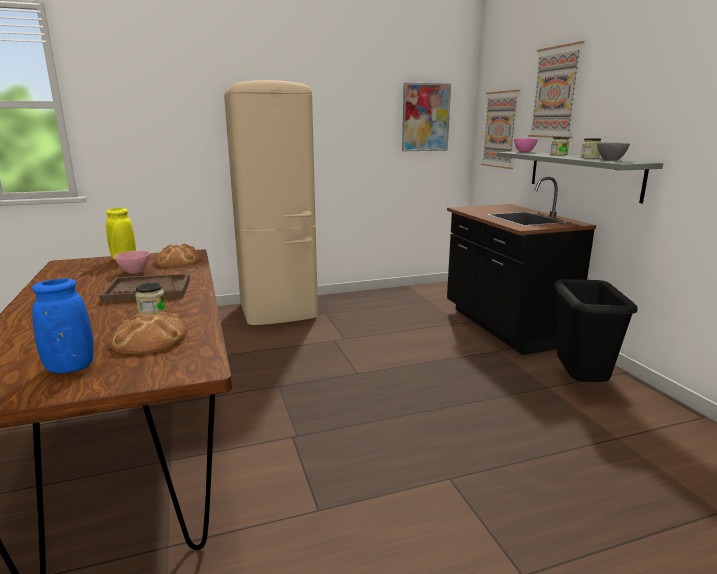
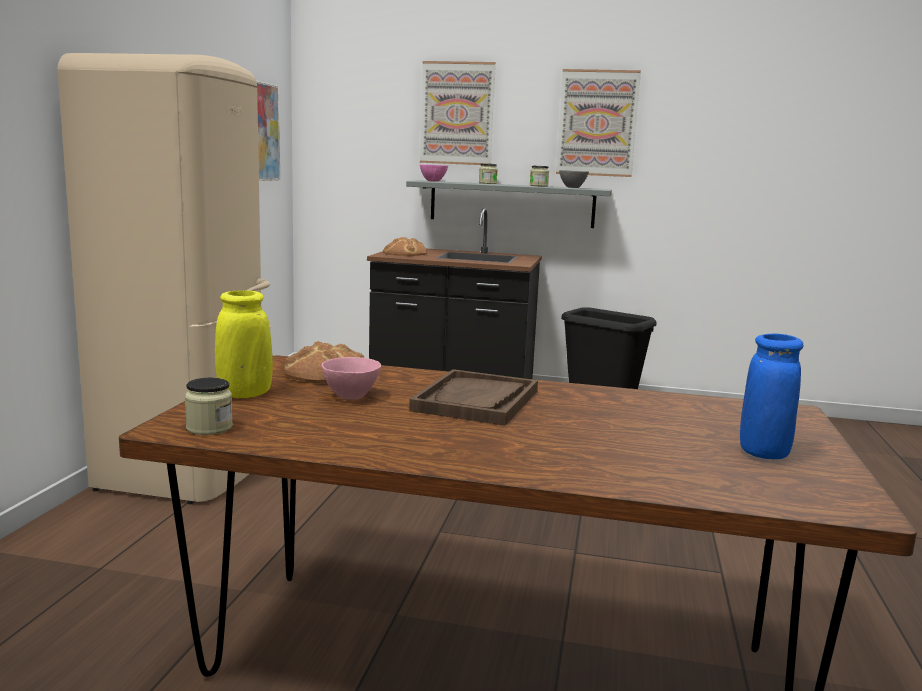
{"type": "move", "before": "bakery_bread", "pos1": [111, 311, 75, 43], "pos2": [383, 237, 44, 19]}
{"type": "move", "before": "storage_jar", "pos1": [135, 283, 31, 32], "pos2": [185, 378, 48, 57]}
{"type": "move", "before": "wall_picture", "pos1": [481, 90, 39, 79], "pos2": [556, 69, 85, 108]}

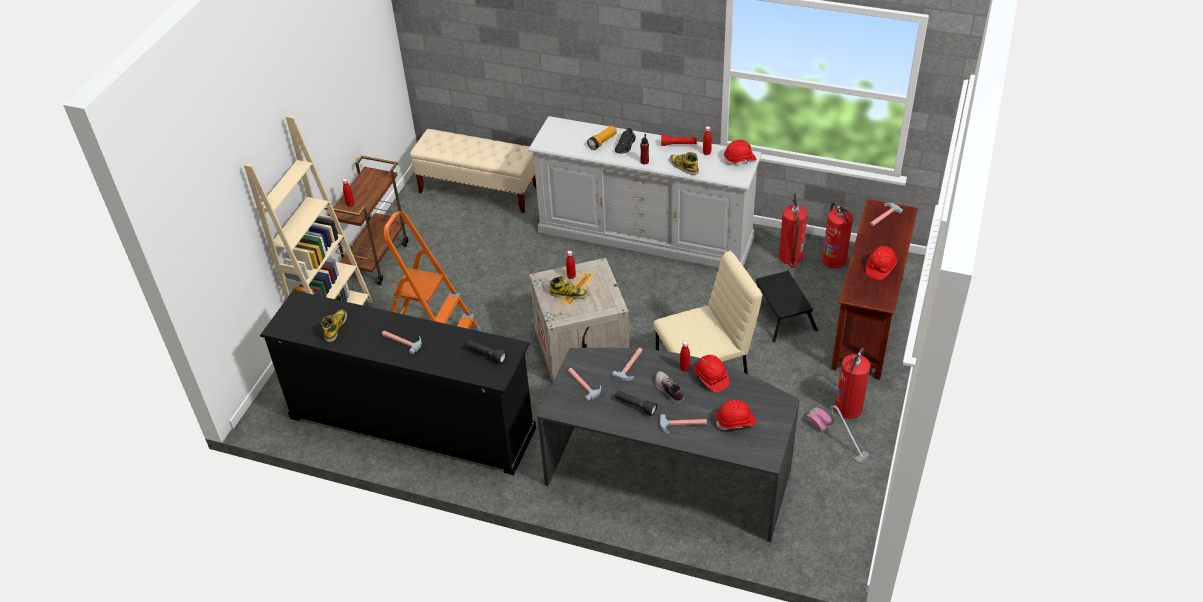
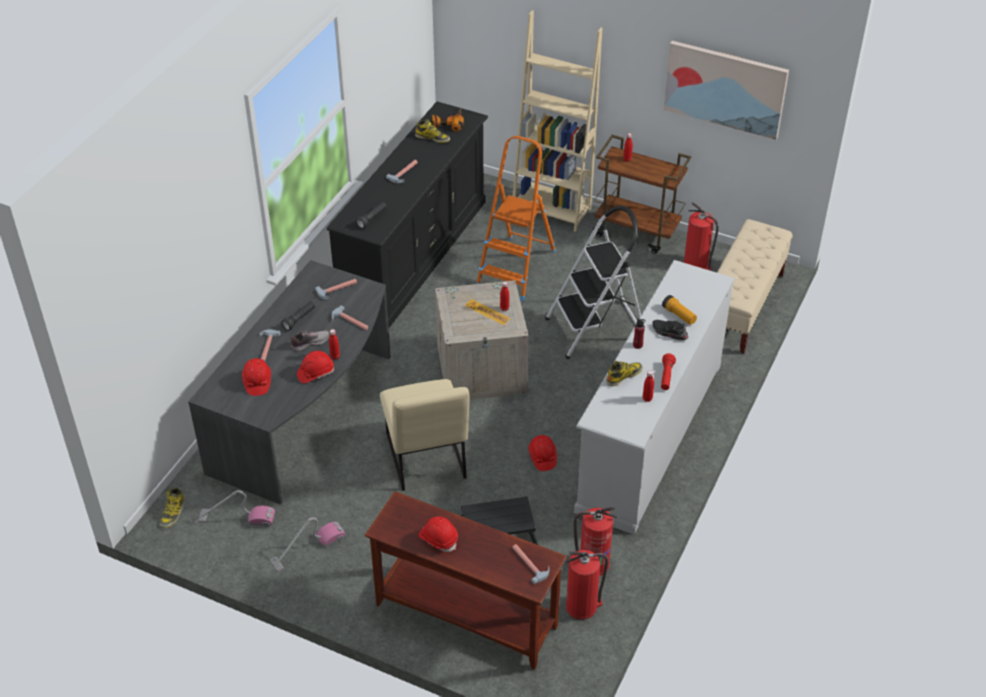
{"type": "insert", "after": "vacuum", "pos2": [198, 490, 77, 37]}
{"type": "insert", "after": "drill", "pos2": [432, 108, 32, 24]}
{"type": "insert", "after": "step_ladder", "pos2": [545, 206, 96, 153]}
{"type": "insert", "after": "wall_picture", "pos2": [663, 41, 126, 99]}
{"type": "move", "before": "tall_boot", "pos1": [549, 276, 40, 23], "pos2": [160, 488, 25, 40]}
{"type": "move", "before": "red_safety_helmet", "pos1": [724, 140, 32, 26], "pos2": [528, 435, 29, 36]}
{"type": "move", "before": "extinguisher", "pos1": [835, 348, 35, 71], "pos2": [683, 202, 36, 69]}

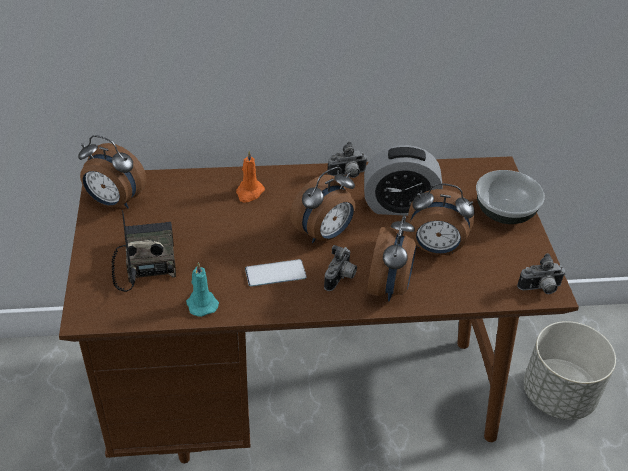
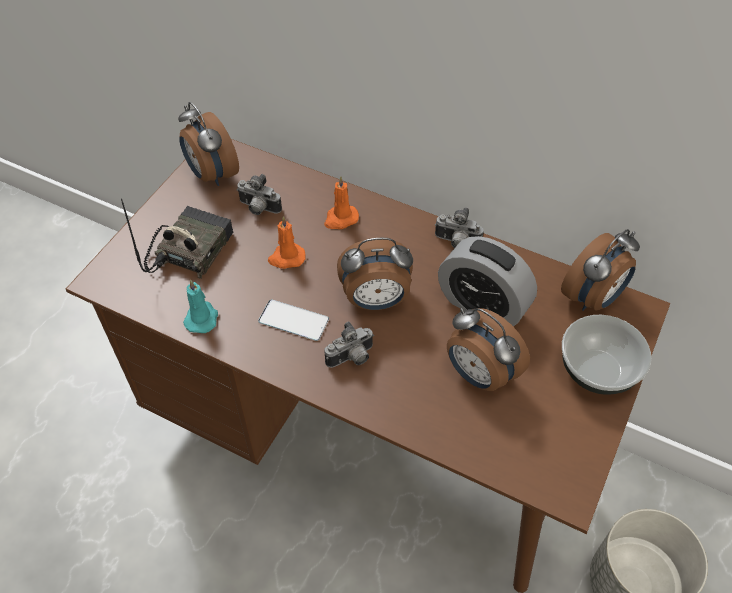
{"type": "insert", "after": "orangey_wax_light", "pos2": [268, 216, 38, 53]}
{"type": "move", "before": "alarm_clock", "pos1": [368, 215, 48, 86], "pos2": [561, 229, 79, 82]}
{"type": "move", "before": "still_camera", "pos1": [517, 253, 49, 41], "pos2": [237, 174, 45, 41]}

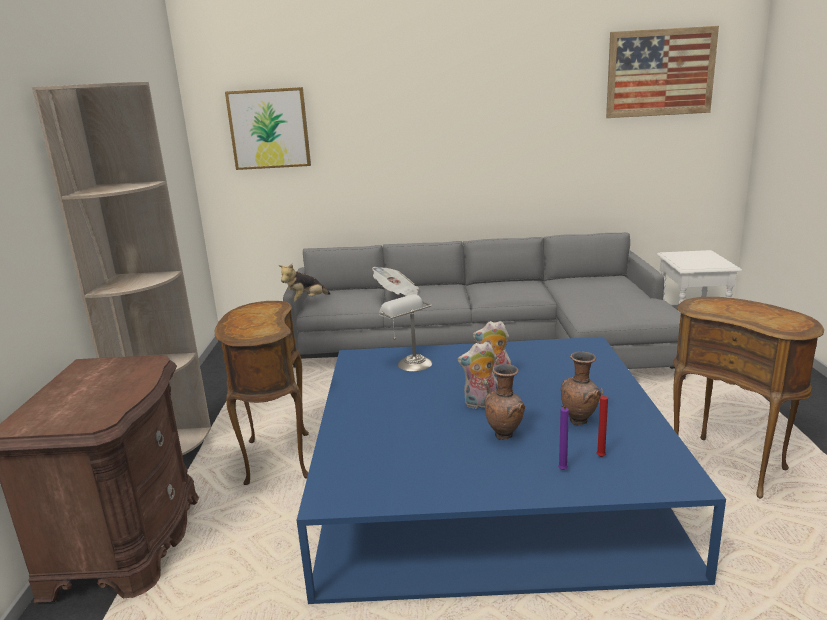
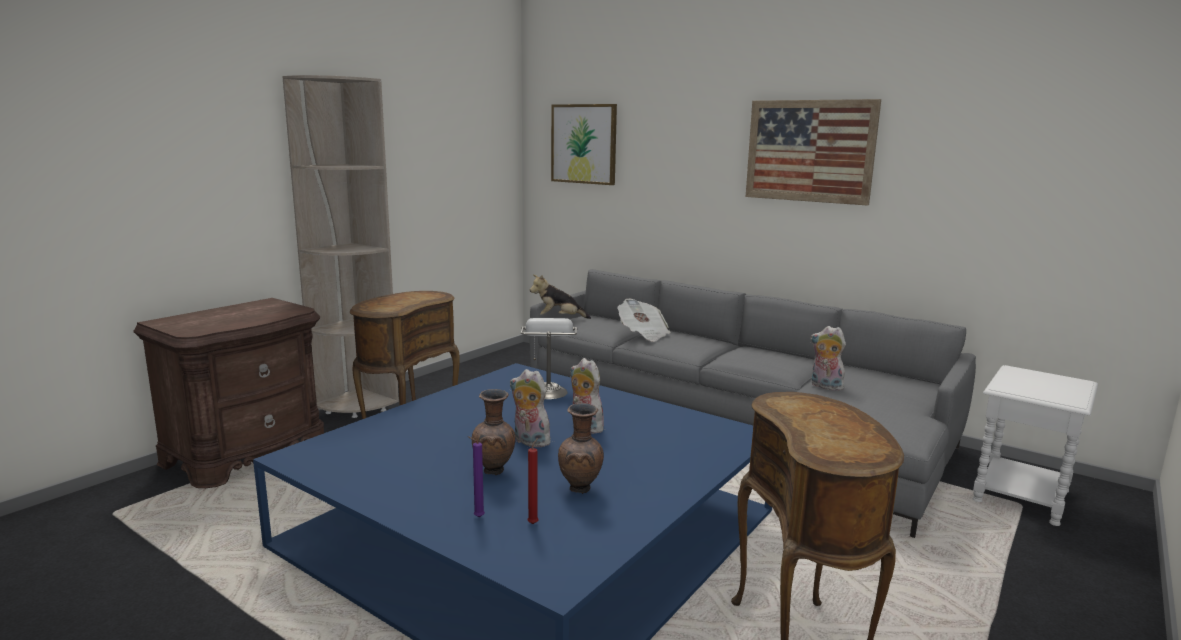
{"type": "insert", "after": "cuddly_toy", "pos2": [810, 326, 36, 65]}
{"type": "move", "before": "wall_picture", "pos1": [606, 26, 113, 92], "pos2": [746, 99, 135, 107]}

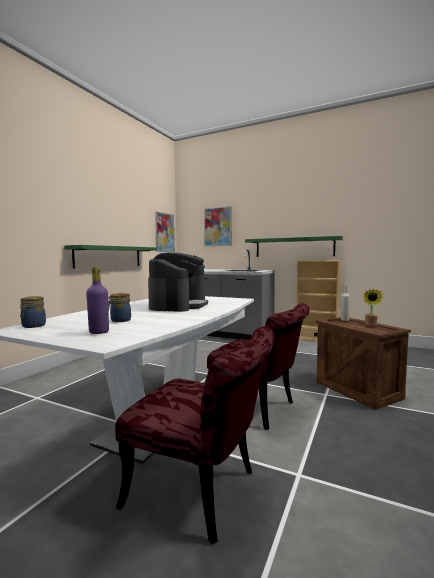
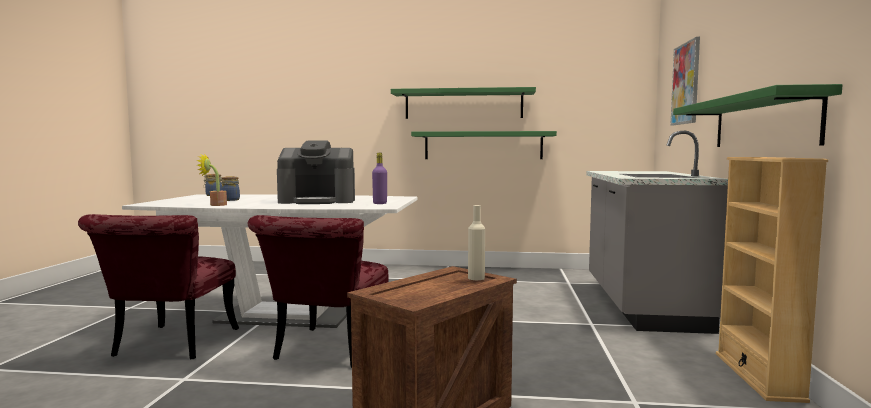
{"type": "delete", "before": "wall_picture", "pos1": [155, 212, 20, 40]}
{"type": "insert", "after": "green-coloured_shelf", "pos2": [391, 87, 145, 32]}
{"type": "move", "before": "purple-coloured_bottle", "pos1": [86, 267, 23, 67], "pos2": [372, 153, 15, 51]}
{"type": "move", "before": "potted_plant", "pos1": [363, 289, 21, 37], "pos2": [197, 153, 30, 53]}

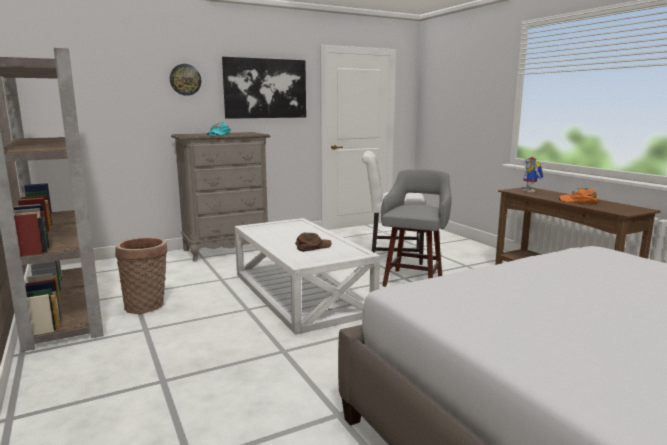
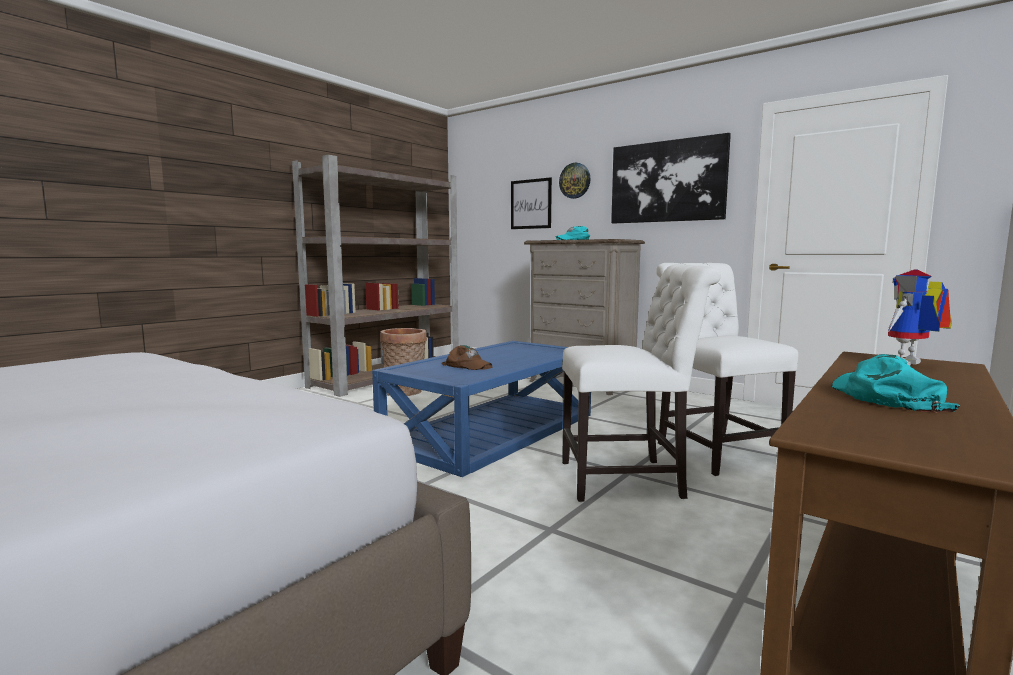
{"type": "insert", "after": "wall_picture", "pos2": [511, 177, 41, 52]}
{"type": "replace", "before": "grey_stool", "after": "white-coloured_chair", "pos1": [381, 169, 71, 118], "pos2": [562, 264, 159, 238]}
{"type": "recolor", "before": "white-coloured_coffee_table", "after": "bluish_coffee_table", "pos1": [235, 218, 145, 117], "pos2": [372, 341, 219, 136]}
{"type": "recolor", "before": "orangey_cap", "after": "blue-green_cap", "pos1": [558, 188, 41, 16], "pos2": [831, 354, 129, 59]}

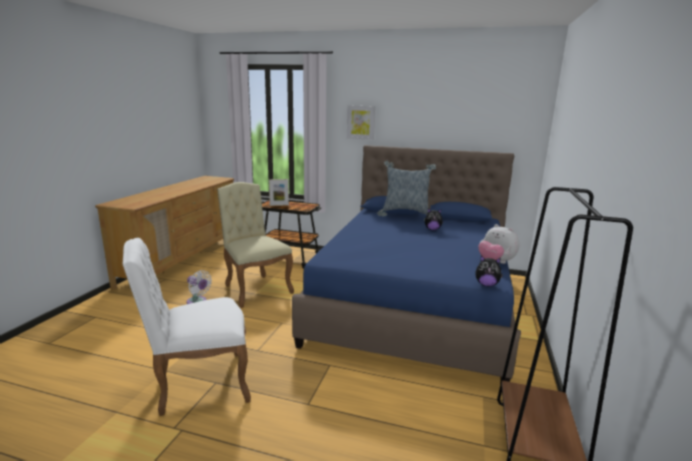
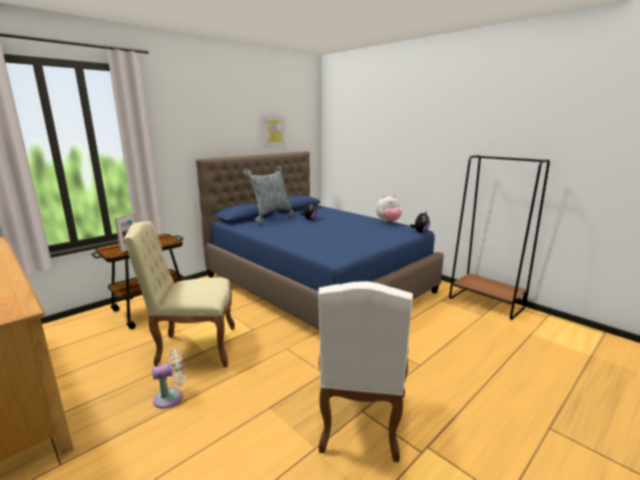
{"type": "move", "before": "wall_picture", "pos1": [347, 105, 28, 35], "pos2": [263, 116, 22, 31]}

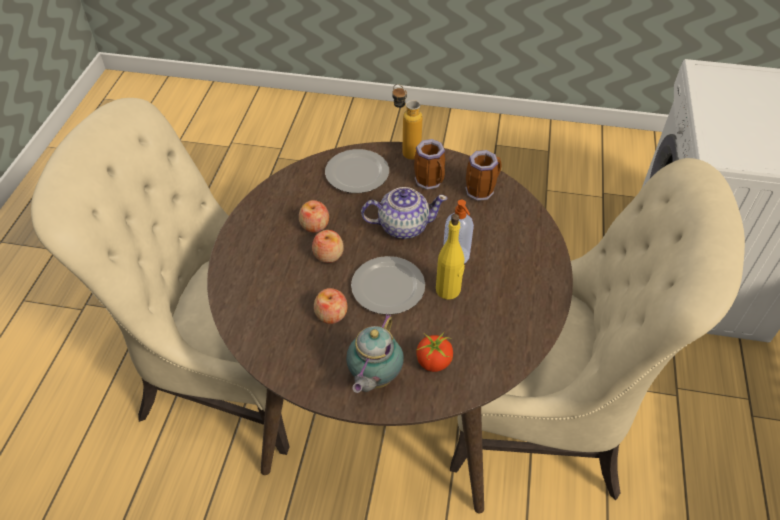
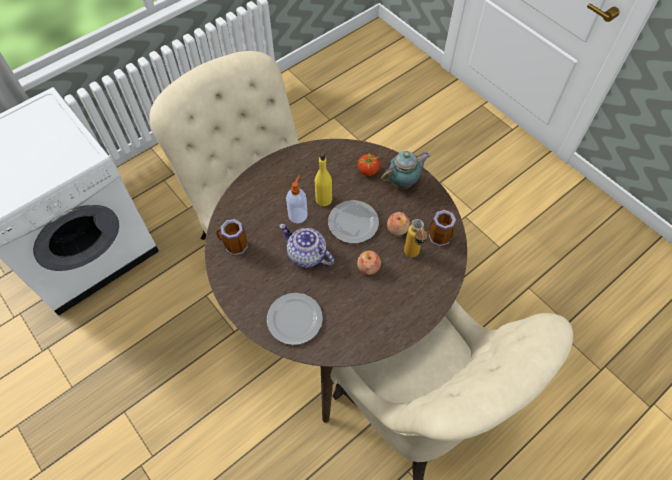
{"type": "delete", "before": "apple", "pos1": [299, 200, 30, 33]}
{"type": "move", "before": "bottle", "pos1": [392, 84, 31, 76], "pos2": [404, 219, 24, 38]}
{"type": "move", "before": "mug", "pos1": [414, 139, 31, 51], "pos2": [429, 209, 28, 37]}

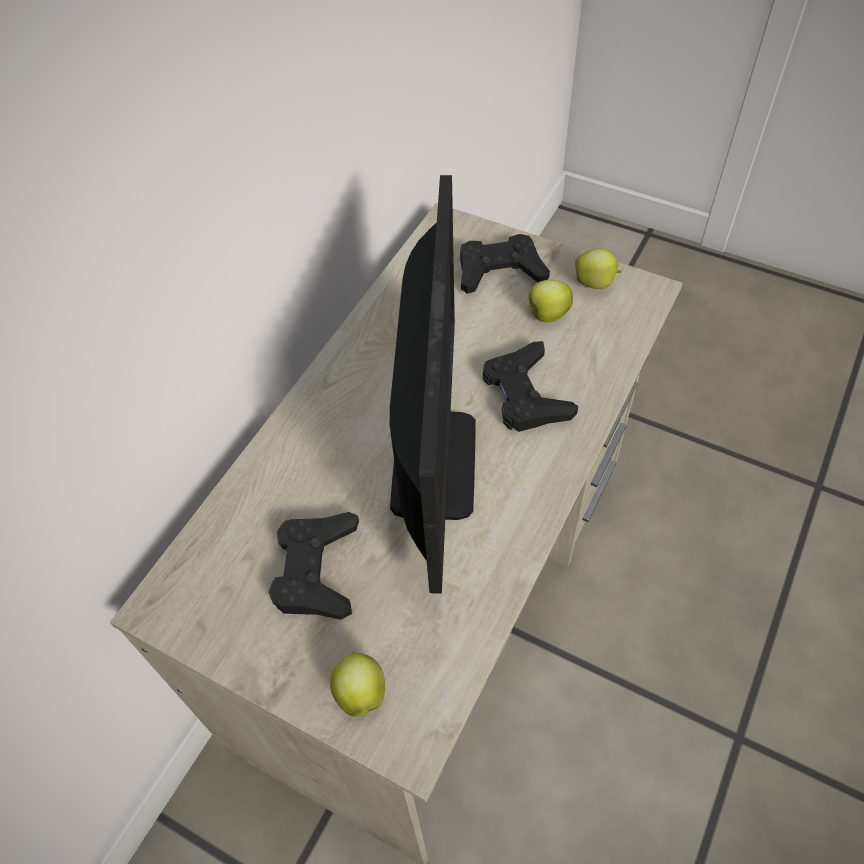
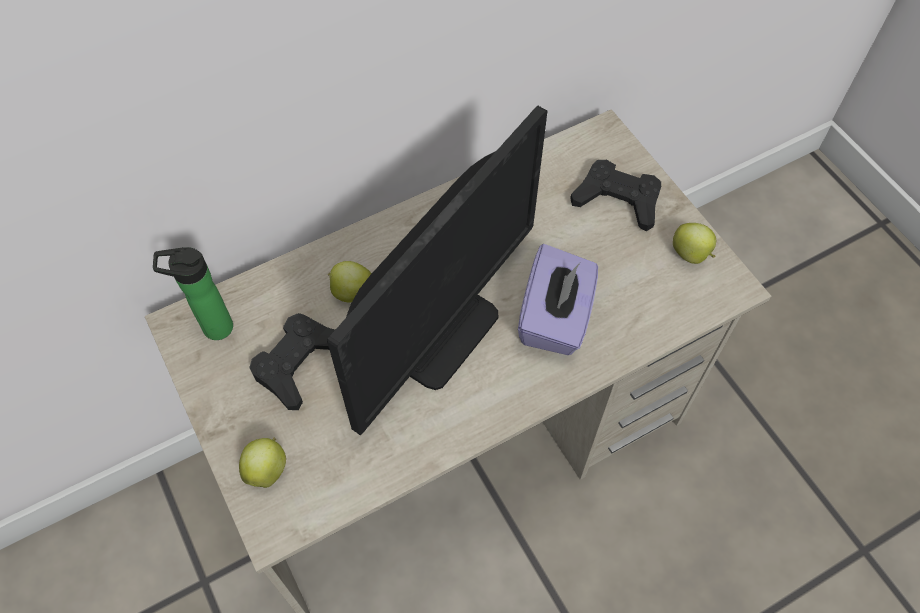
{"type": "insert", "after": "bottle", "pos2": [153, 247, 80, 93]}
{"type": "move", "before": "apple", "pos1": [525, 280, 48, 42], "pos2": [327, 261, 45, 42]}
{"type": "replace", "before": "black-coloured_joypad", "after": "purple-coloured_box_of_tissues", "pos1": [483, 341, 95, 91], "pos2": [518, 244, 80, 111]}

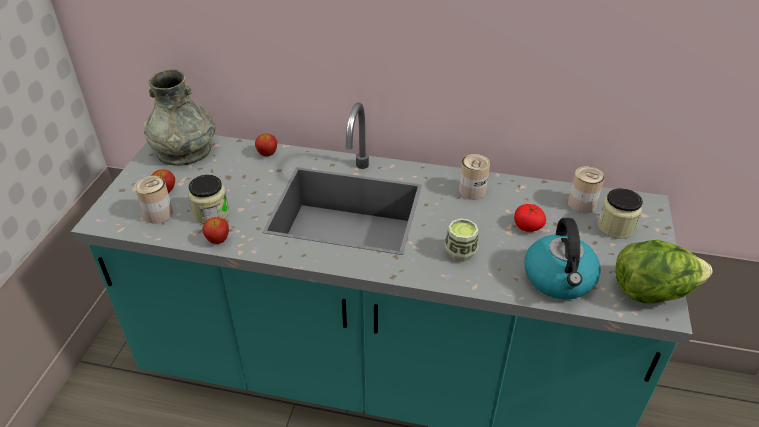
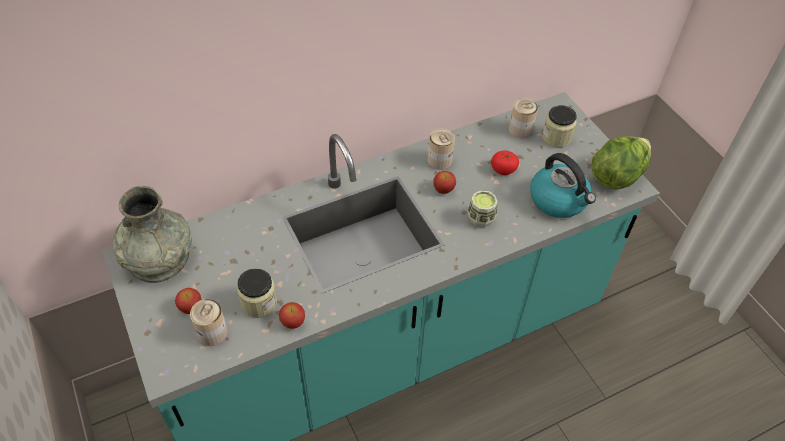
{"type": "move", "before": "apple", "pos1": [255, 134, 22, 22], "pos2": [433, 171, 23, 23]}

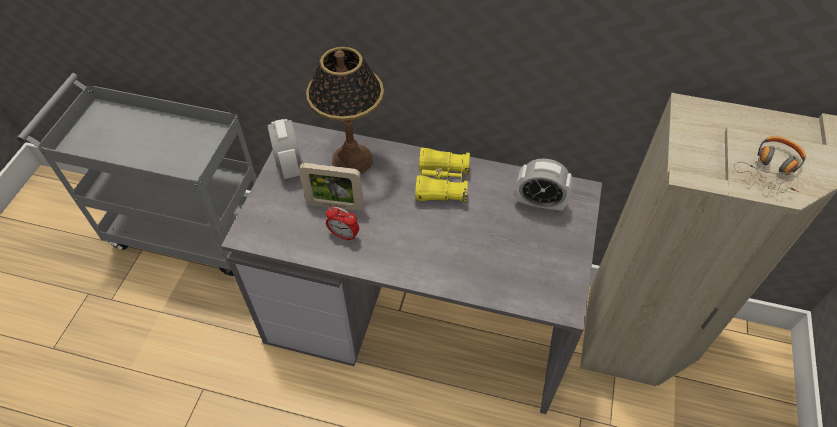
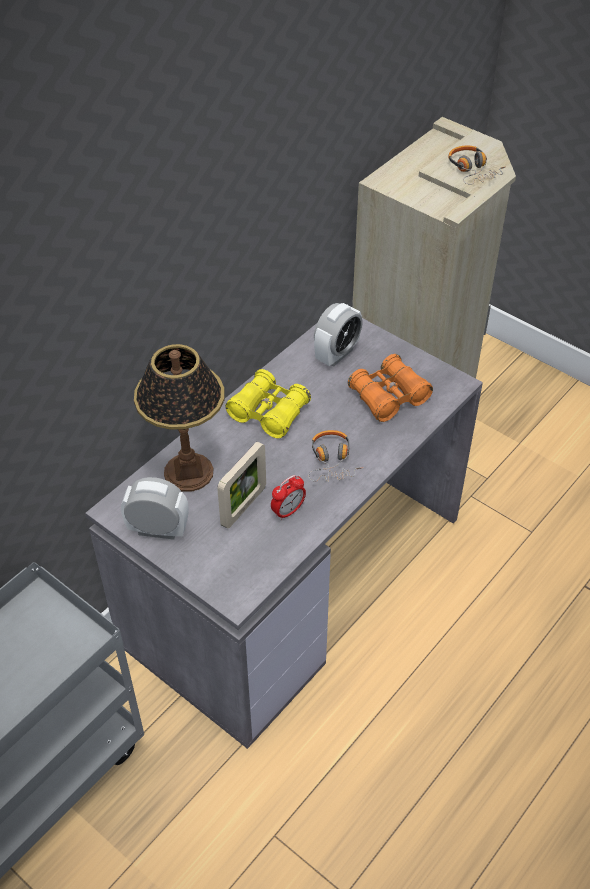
{"type": "insert", "after": "headset", "pos2": [308, 430, 53, 52]}
{"type": "insert", "after": "orangey_binoculars", "pos2": [348, 354, 85, 68]}

